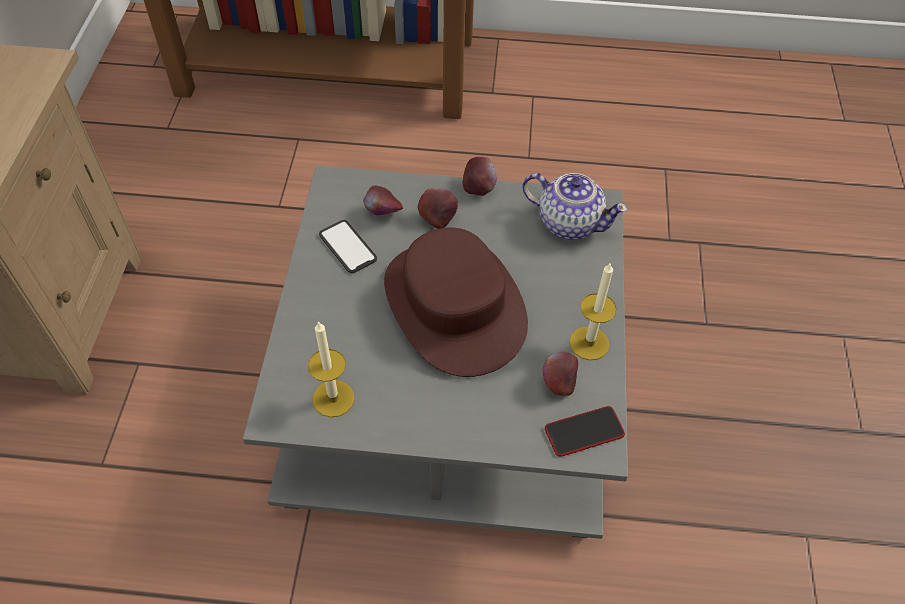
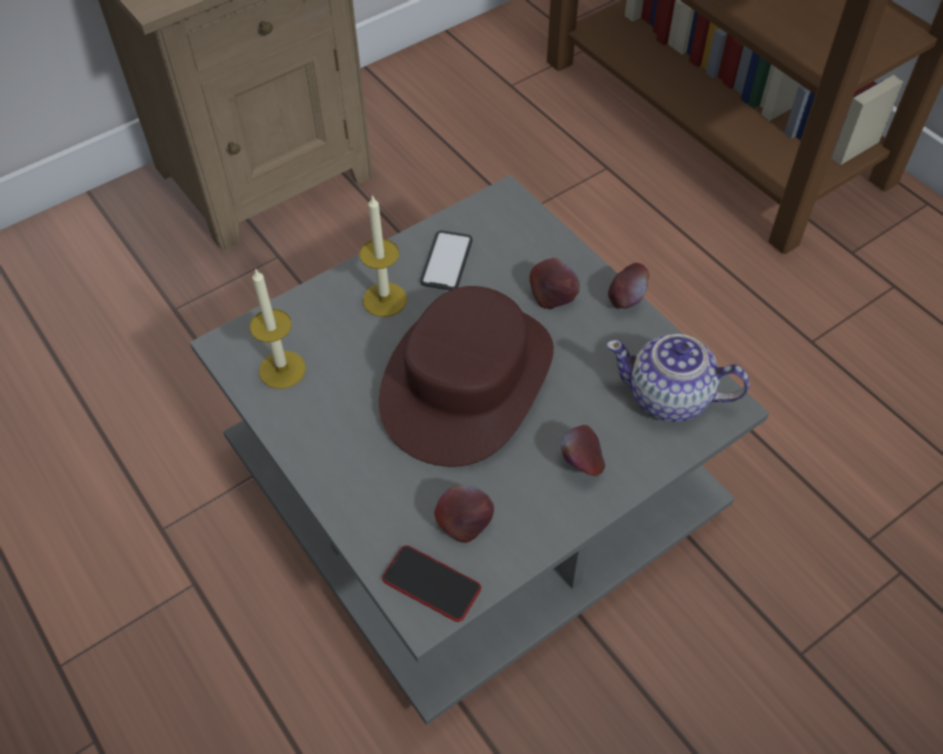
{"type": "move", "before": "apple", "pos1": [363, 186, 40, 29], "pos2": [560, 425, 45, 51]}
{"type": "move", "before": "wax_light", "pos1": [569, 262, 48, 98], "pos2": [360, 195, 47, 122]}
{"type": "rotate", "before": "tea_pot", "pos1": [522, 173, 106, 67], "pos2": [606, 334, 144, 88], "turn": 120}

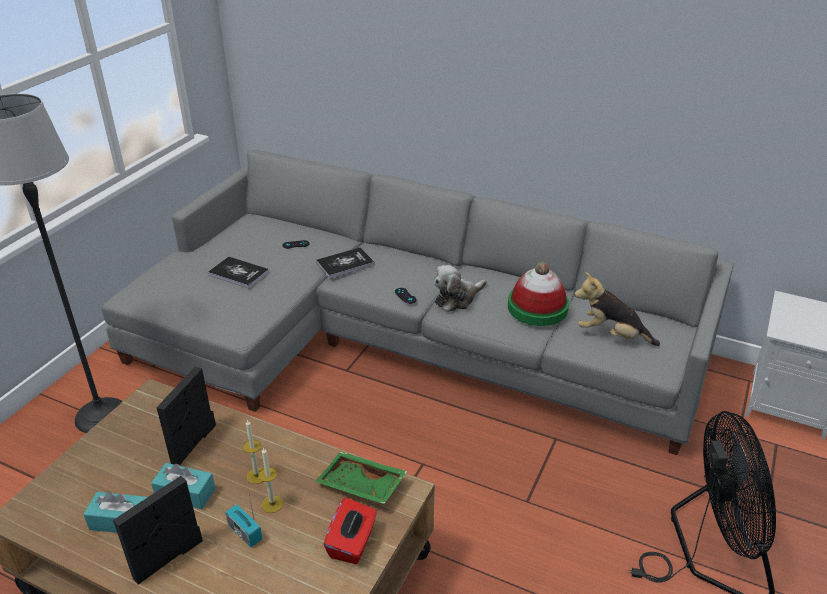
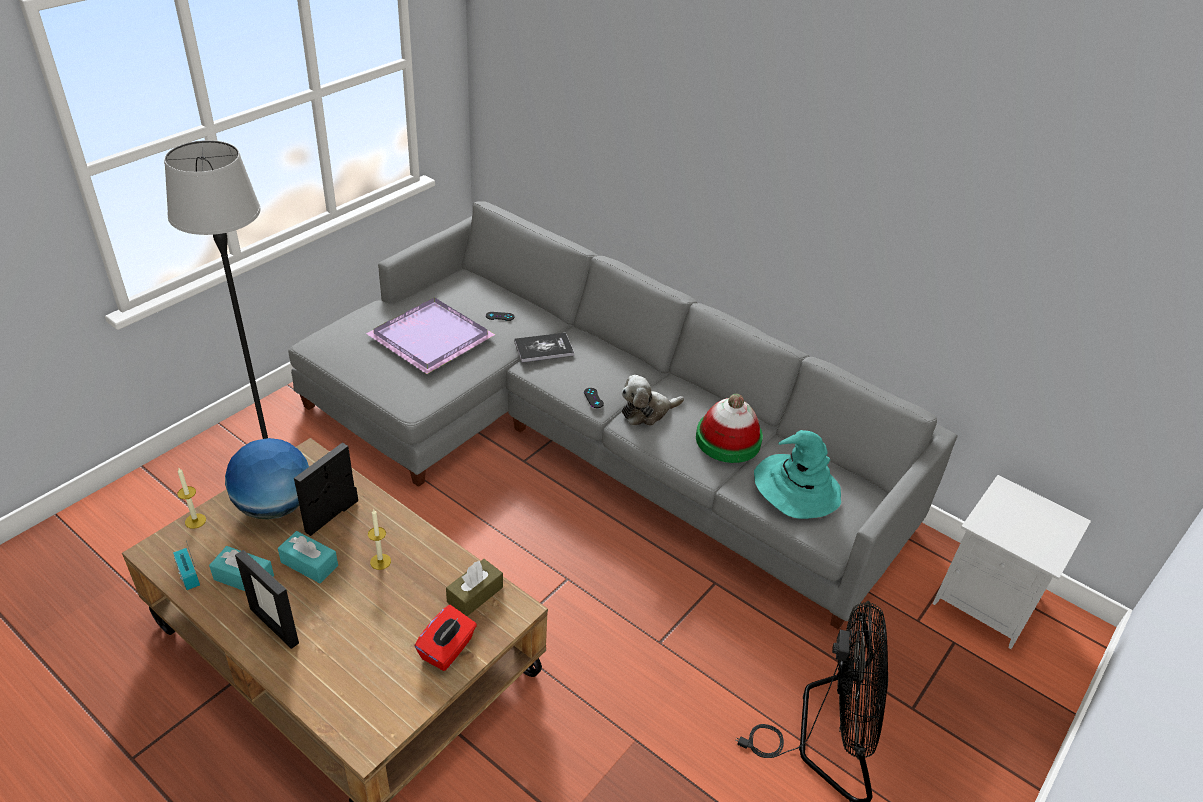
{"type": "insert", "after": "desk_globe", "pos2": [225, 438, 84, 82]}
{"type": "move", "before": "radio_receiver", "pos1": [225, 495, 37, 52], "pos2": [173, 541, 27, 49]}
{"type": "move", "before": "wax_light", "pos1": [258, 447, 25, 66], "pos2": [177, 468, 29, 61]}
{"type": "replace", "before": "volume", "after": "purple-coloured_tray", "pos1": [208, 256, 61, 32], "pos2": [366, 297, 129, 77]}
{"type": "replace", "before": "green-coloured_tray", "after": "brownish_box_of_tissues", "pos1": [315, 452, 93, 52], "pos2": [446, 559, 57, 57]}
{"type": "replace", "before": "cuddly_toy", "after": "blue-green_hat", "pos1": [574, 272, 86, 74], "pos2": [754, 430, 87, 89]}
{"type": "rotate", "before": "photo_frame", "pos1": [113, 476, 90, 109], "pos2": [235, 550, 64, 99], "turn": -105}

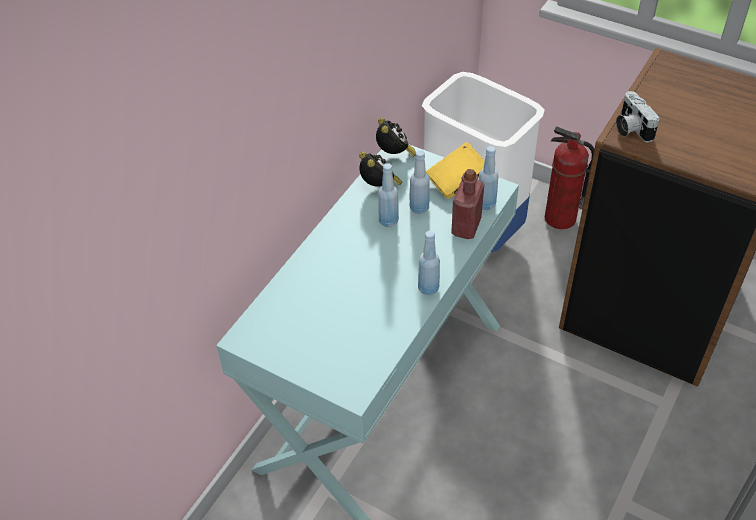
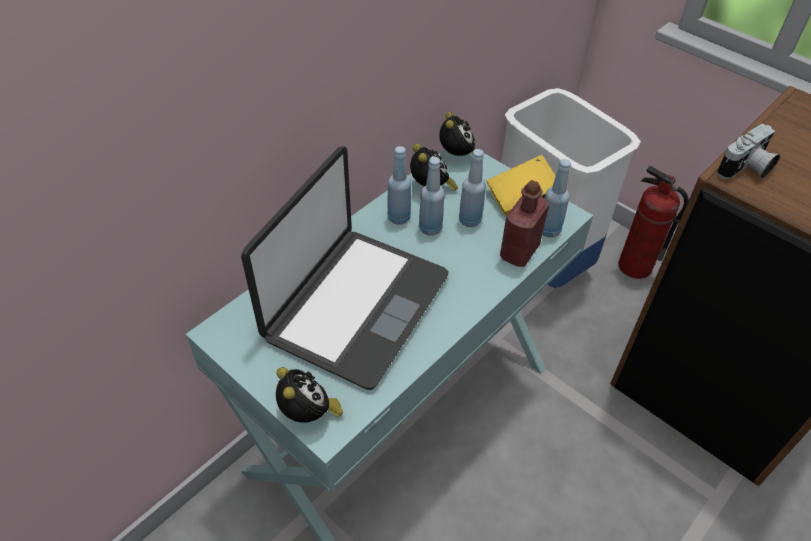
{"type": "insert", "after": "laptop", "pos2": [241, 146, 207, 244]}
{"type": "insert", "after": "alarm_clock", "pos2": [276, 367, 67, 56]}
{"type": "move", "before": "bluish_bottle", "pos1": [418, 231, 22, 64], "pos2": [387, 146, 24, 79]}
{"type": "rotate", "before": "still_camera", "pos1": [616, 91, 44, 51], "pos2": [717, 123, 63, 56], "turn": -120}

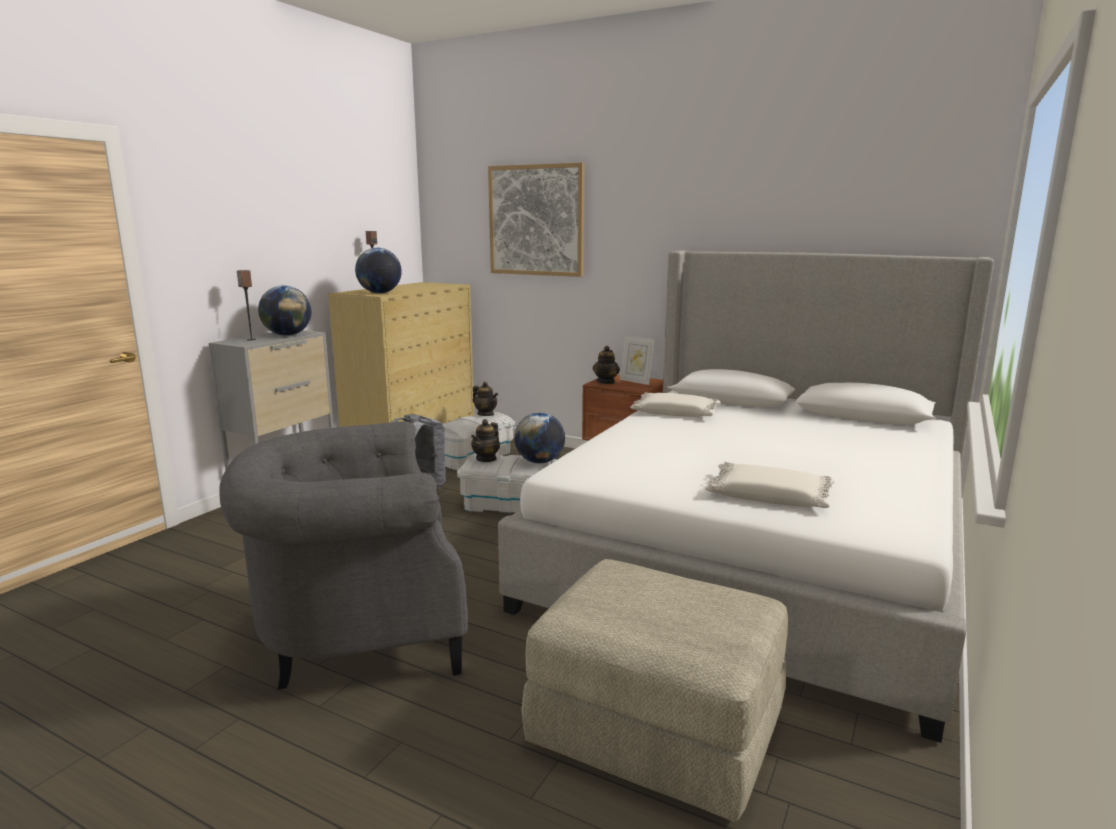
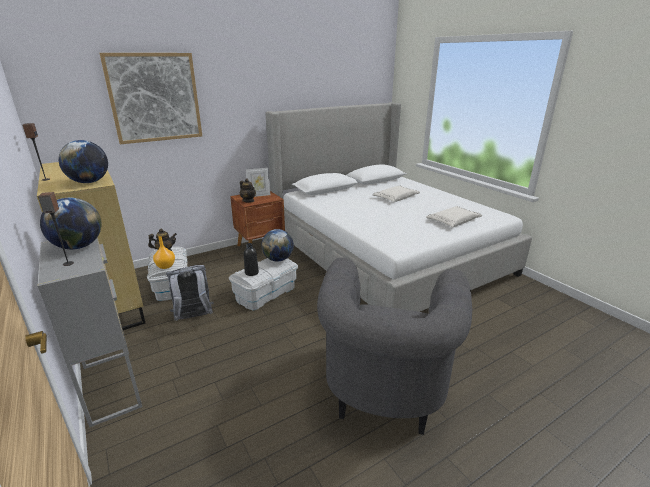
{"type": "delete", "before": "beige-coloured_ottoman", "pos1": [521, 559, 267, 263]}
{"type": "insert", "after": "orangey_flower_vase", "pos2": [153, 236, 22, 33]}
{"type": "move", "before": "white-coloured_throw_pillow", "pos1": [630, 392, 90, 25], "pos2": [372, 185, 48, 17]}
{"type": "replace", "before": "tea_pot", "after": "black-coloured_bottle", "pos1": [471, 419, 29, 43], "pos2": [244, 243, 15, 33]}

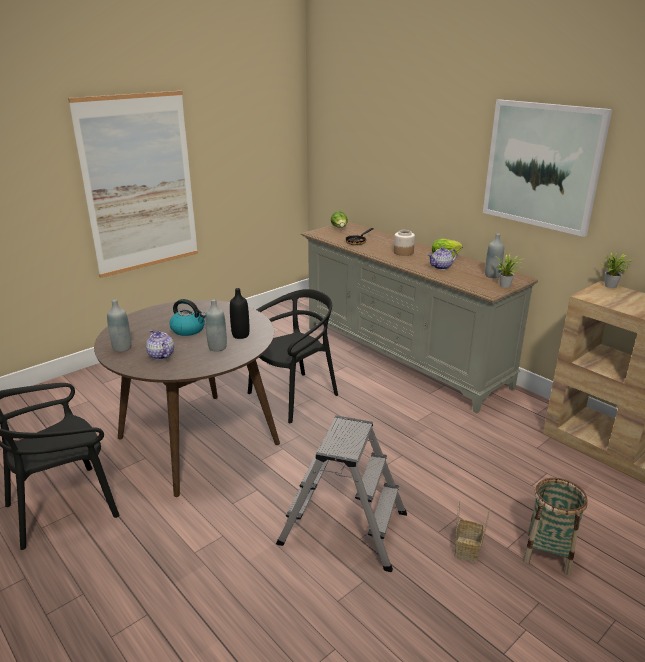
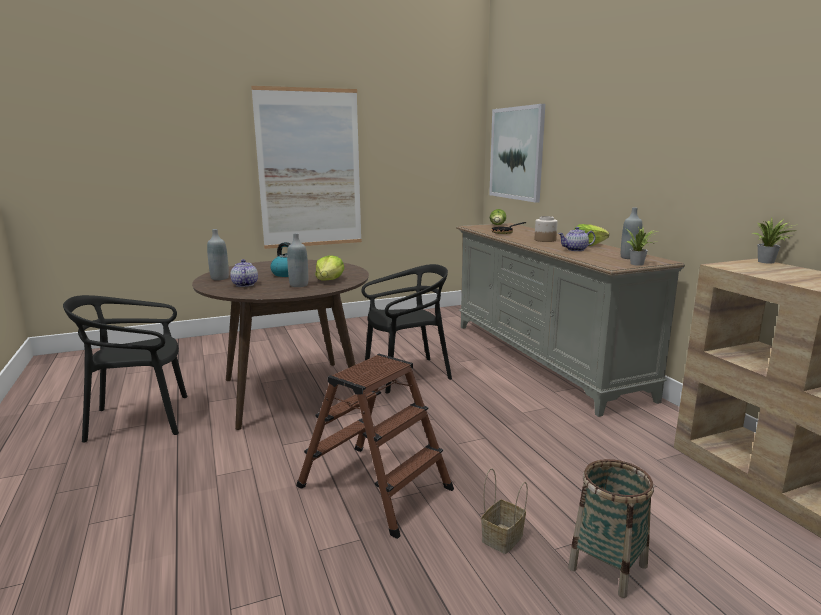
{"type": "move", "before": "wall_picture", "pos1": [483, 99, 129, 138], "pos2": [489, 104, 56, 99]}
{"type": "replace", "before": "black-coloured_bottle", "after": "lettuce_head", "pos1": [230, 288, 19, 51], "pos2": [315, 255, 30, 26]}
{"type": "recolor", "before": "grey_step_ladder", "after": "brownish_step_ladder", "pos1": [276, 415, 131, 157], "pos2": [296, 354, 158, 185]}

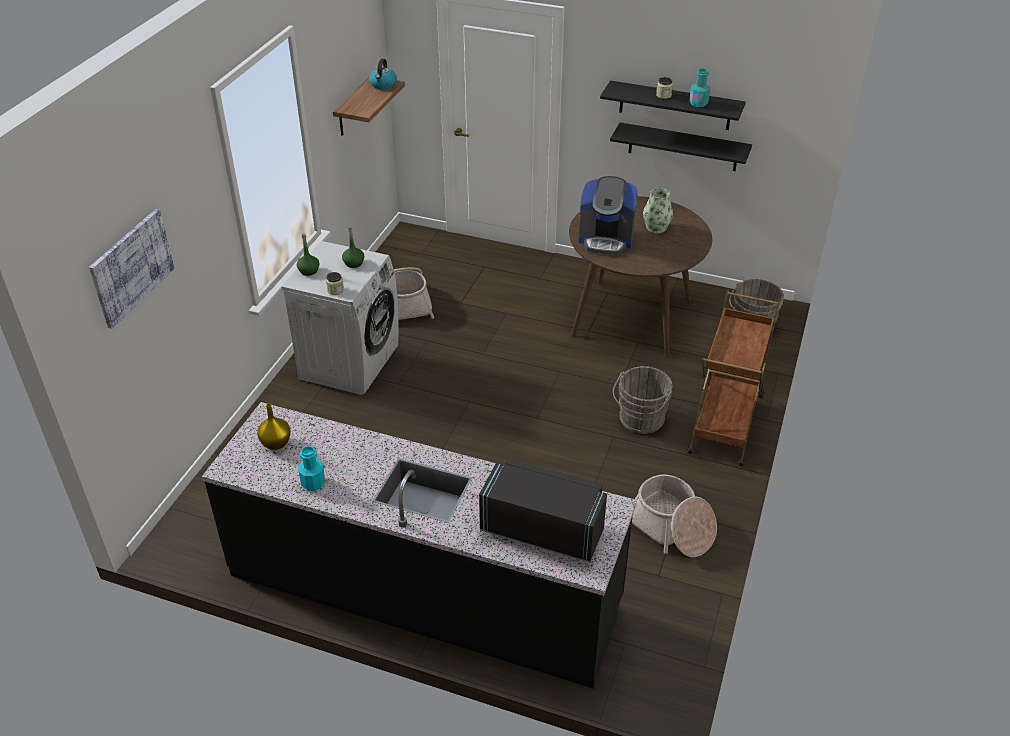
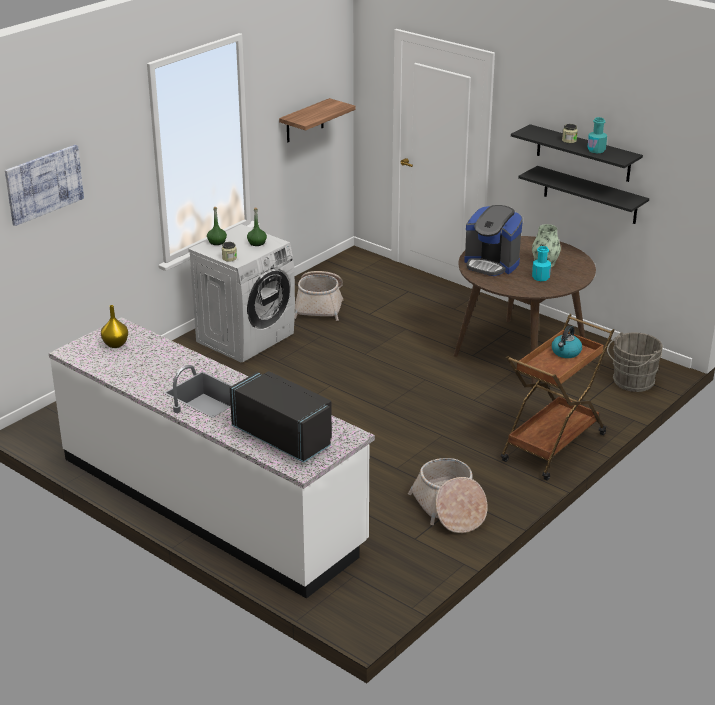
{"type": "delete", "before": "grey_bucket", "pos1": [613, 366, 60, 68]}
{"type": "move", "before": "blue-green_bottle", "pos1": [298, 446, 28, 45], "pos2": [532, 246, 19, 35]}
{"type": "move", "before": "kettle", "pos1": [369, 59, 28, 31], "pos2": [552, 325, 30, 33]}
{"type": "recolor", "before": "black-coloured_kitchen_base_unit", "after": "white-coloured_kitchen_base_unit", "pos1": [202, 402, 435, 286], "pos2": [49, 317, 326, 282]}

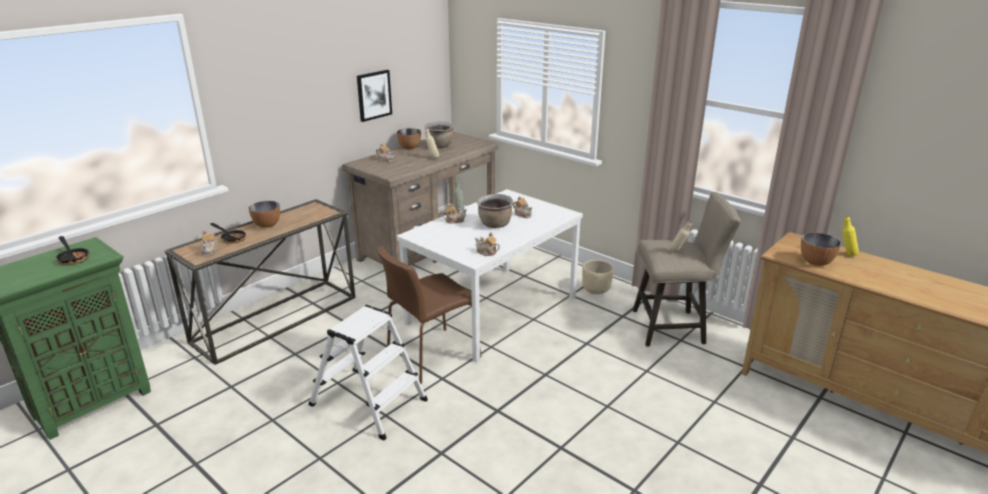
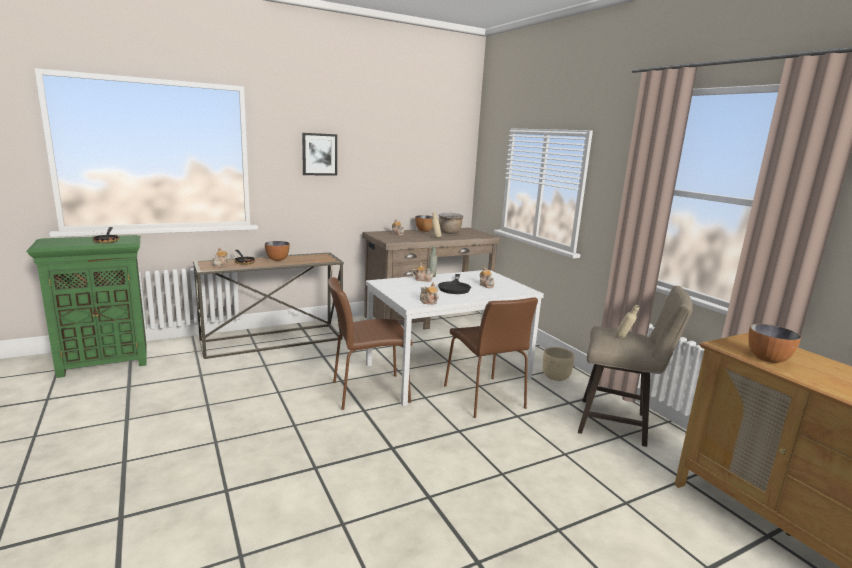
{"type": "delete", "before": "white-coloured_step_ladder", "pos1": [308, 304, 120, 136]}
{"type": "delete", "before": "yellow_bottle", "pos1": [842, 216, 17, 40]}
{"type": "insert", "after": "brownish_chair", "pos2": [444, 297, 94, 121]}
{"type": "move", "before": "wall_picture", "pos1": [357, 70, 35, 52], "pos2": [302, 133, 35, 43]}
{"type": "replace", "before": "brownish_saucepot", "after": "black-coloured_pan", "pos1": [477, 194, 36, 34], "pos2": [438, 274, 33, 20]}

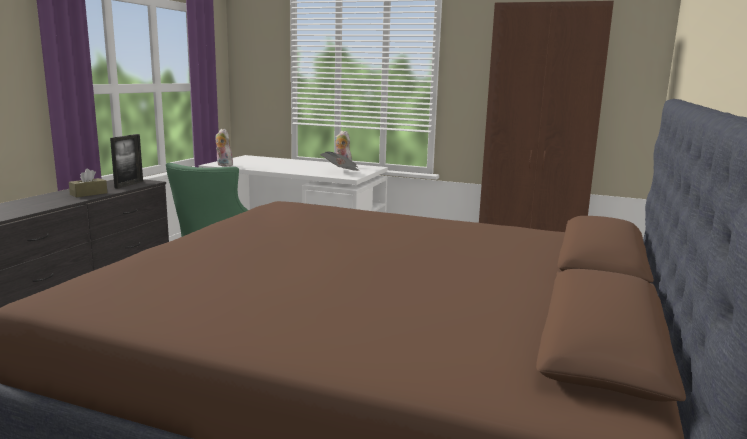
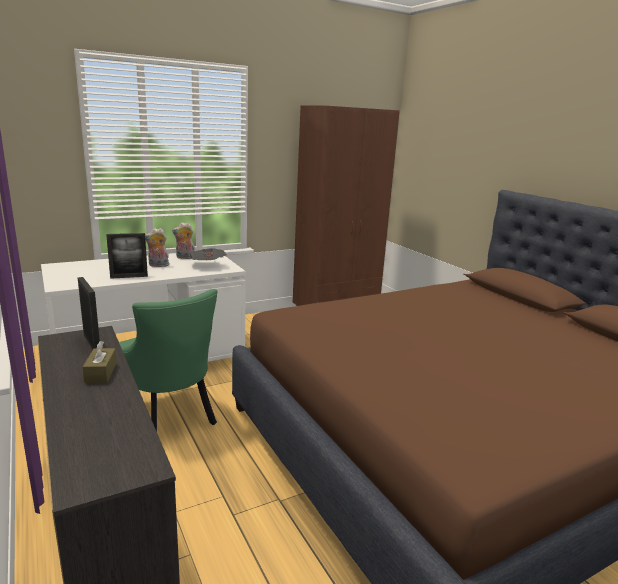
{"type": "insert", "after": "photo_frame", "pos2": [106, 233, 42, 46]}
{"type": "move", "before": "cuddly_toy", "pos1": [216, 129, 17, 37], "pos2": [145, 228, 24, 39]}

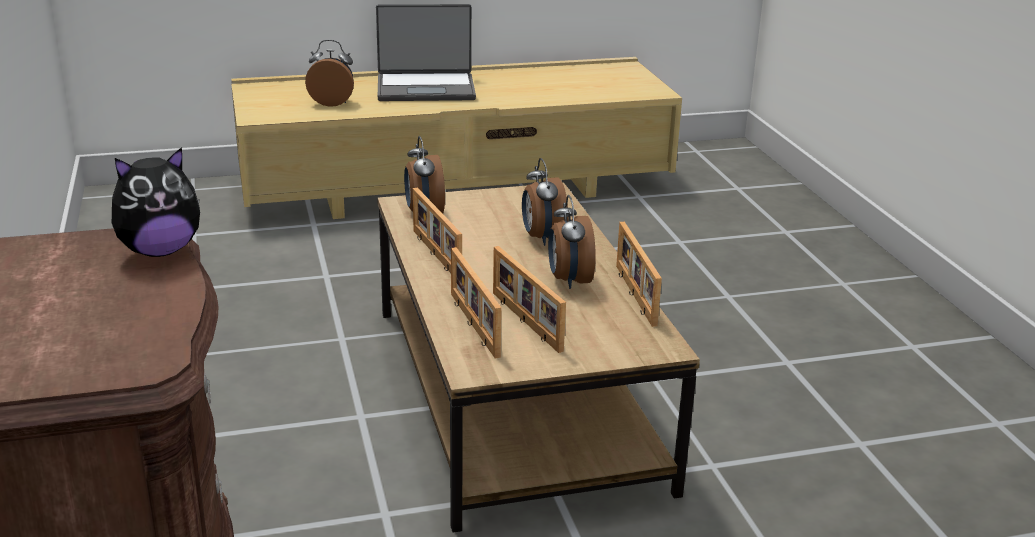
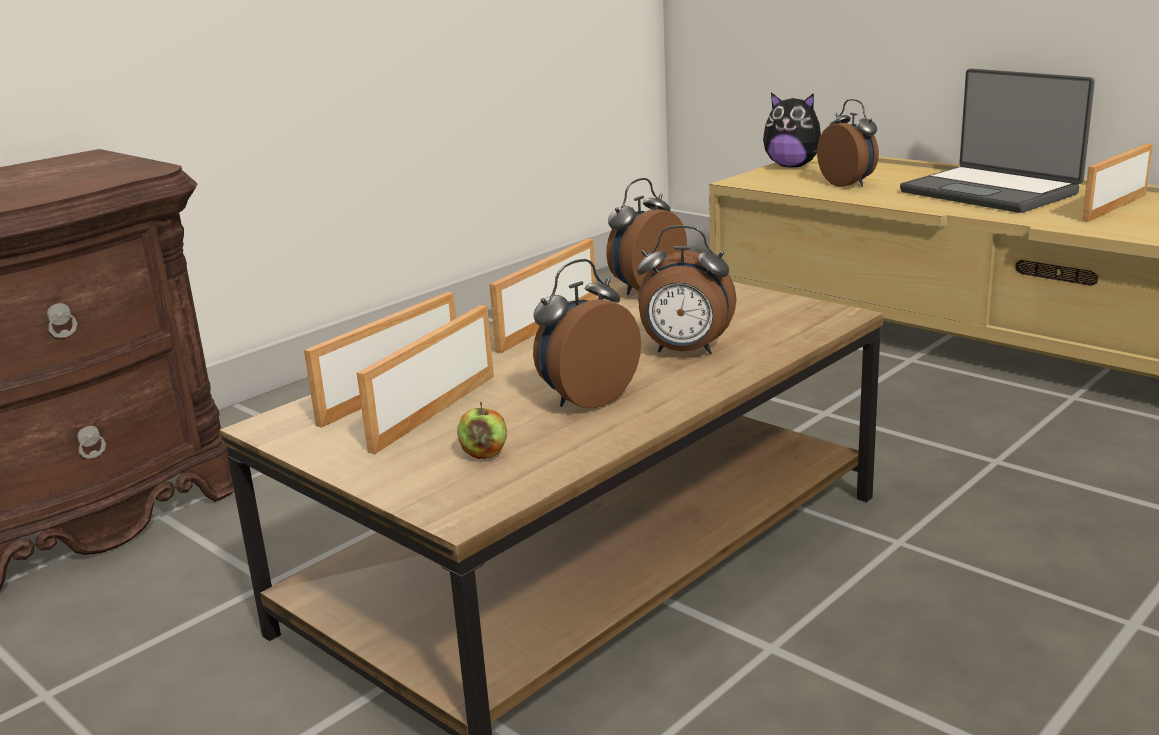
{"type": "insert", "after": "apple", "pos2": [457, 402, 50, 57]}
{"type": "move", "before": "cuddly_toy", "pos1": [112, 147, 88, 110], "pos2": [763, 93, 58, 75]}
{"type": "move", "before": "photo_frame", "pos1": [616, 222, 46, 105], "pos2": [1082, 143, 71, 79]}
{"type": "rotate", "before": "alarm_clock", "pos1": [522, 158, 46, 88], "pos2": [637, 225, 100, 129], "turn": -120}

